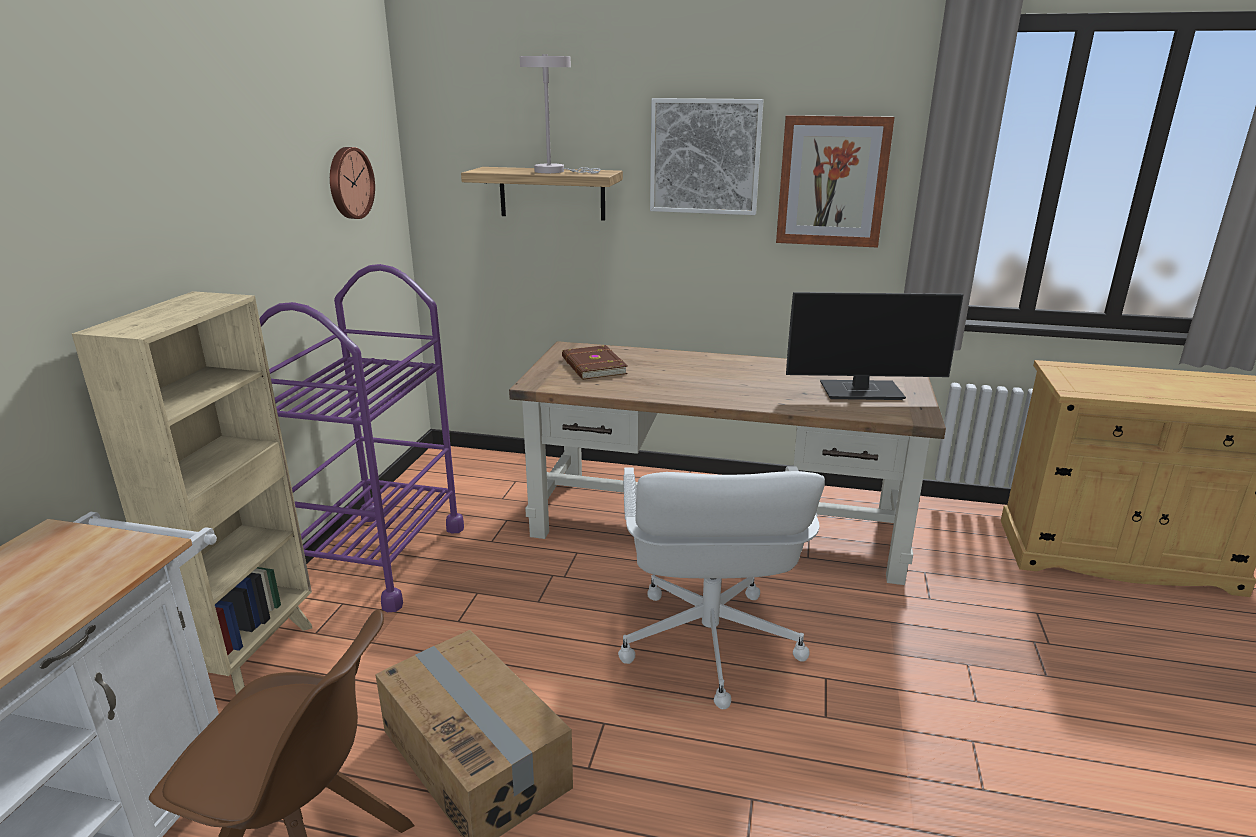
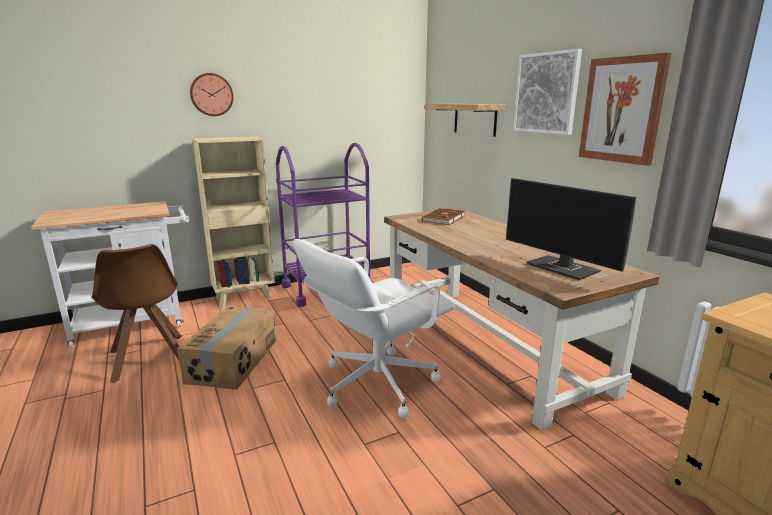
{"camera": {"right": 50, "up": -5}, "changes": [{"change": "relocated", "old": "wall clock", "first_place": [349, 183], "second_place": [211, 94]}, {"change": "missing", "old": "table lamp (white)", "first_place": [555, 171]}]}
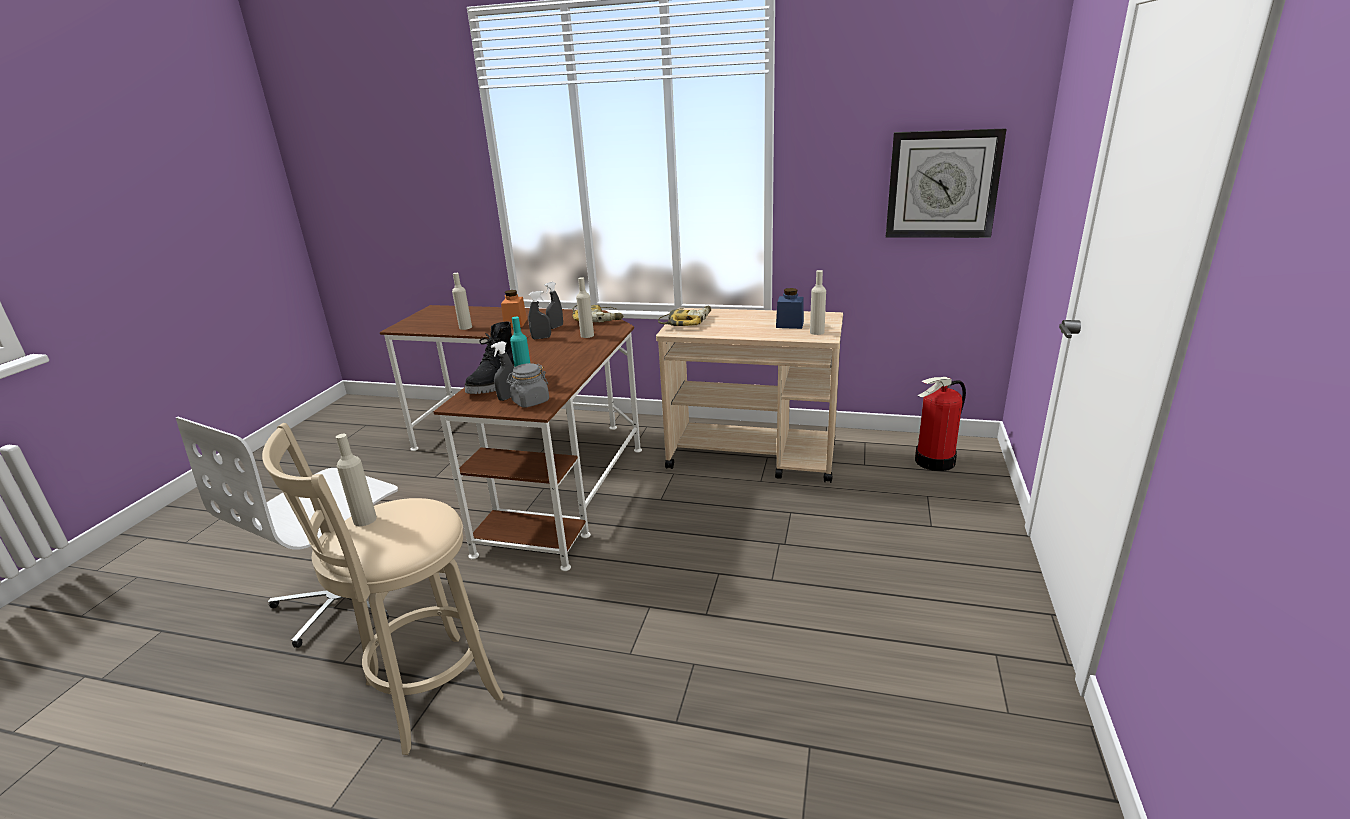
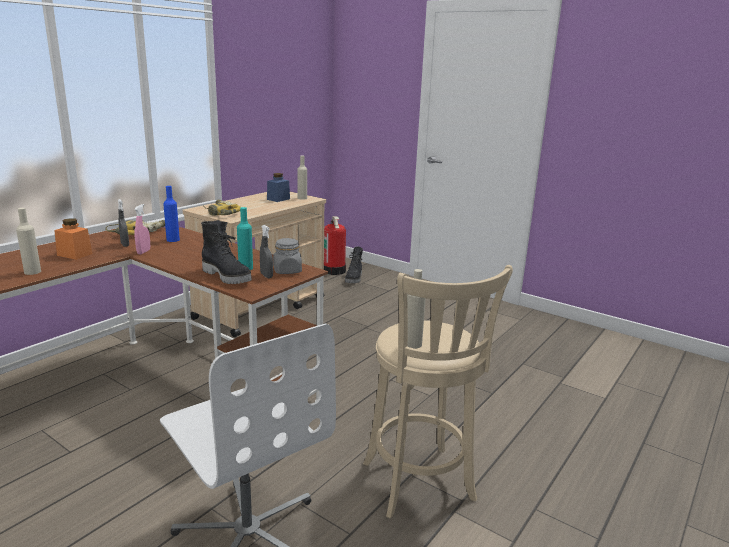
{"camera": {"right": -70, "up": -5}, "changes": [{"change": "colour", "old": "spray bottle (grey)", "new": "spray bottle (pink)", "first_place": [541, 338], "second_place": [143, 252]}, {"change": "colour", "old": "bottle (beige)", "new": "bottle (blue)", "first_place": [587, 335], "second_place": [173, 240]}, {"change": "missing", "old": "wall clock", "first_place": [942, 184]}, {"change": "appeared", "new": "boot (black)", "second_place": [354, 279]}]}
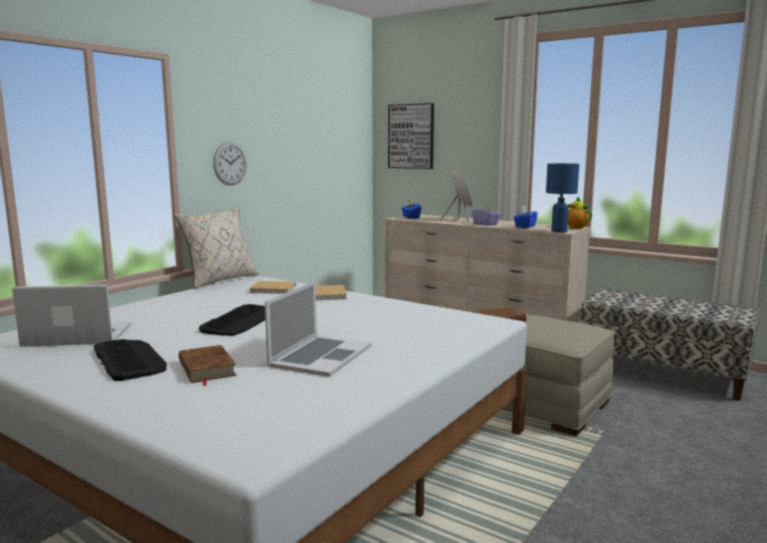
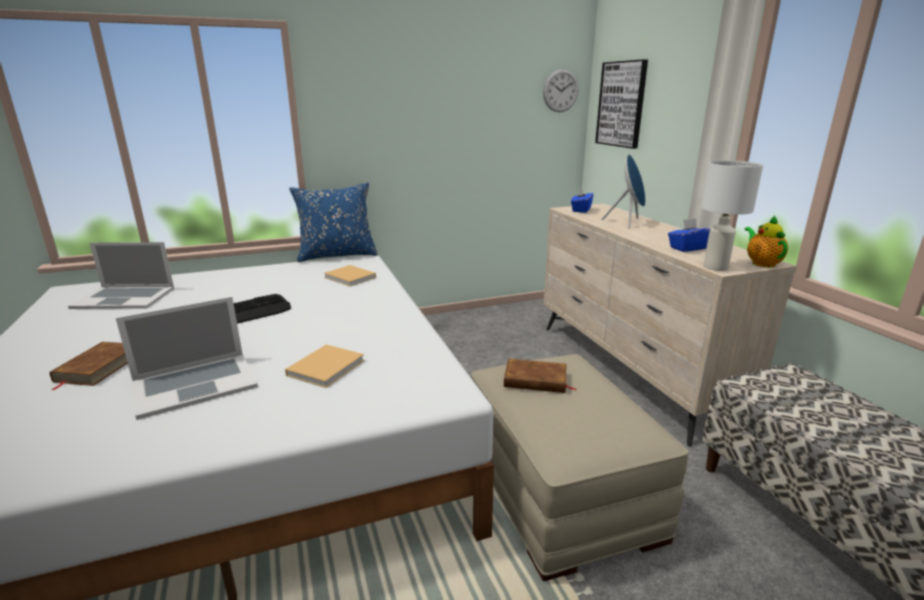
{"camera": {"right": 35, "up": 10}, "changes": [{"change": "spun", "old": "laptop", "first_place": [78, 336], "second_place": [124, 298], "degrees": 150}, {"change": "missing", "old": "keyboard", "first_place": [129, 360]}, {"change": "colour", "old": "pillow (beige)", "new": "pillow (blue)", "first_place": [220, 280], "second_place": [337, 255]}, {"change": "relocated", "old": "wall clock", "first_place": [230, 163], "second_place": [560, 91]}, {"change": "relocated", "old": "book (beige)", "first_place": [328, 294], "second_place": [327, 367]}, {"change": "missing", "old": "tissue box (purple)", "first_place": [485, 224]}, {"change": "colour", "old": "table lamp (blue)", "new": "table lamp (white)", "first_place": [559, 231], "second_place": [716, 267]}]}
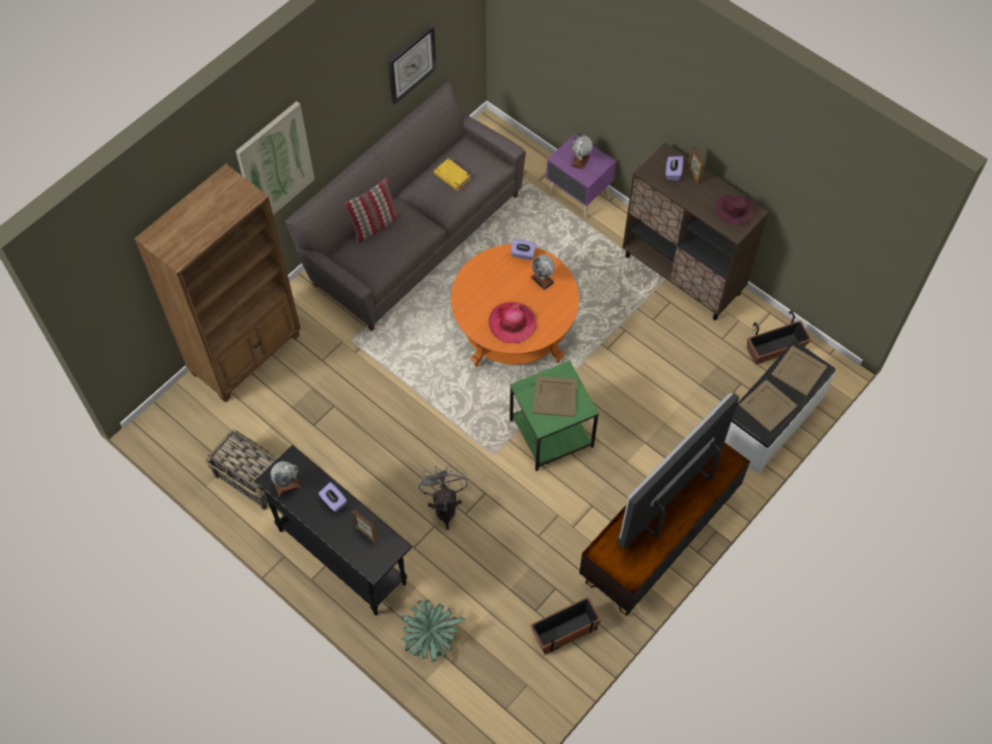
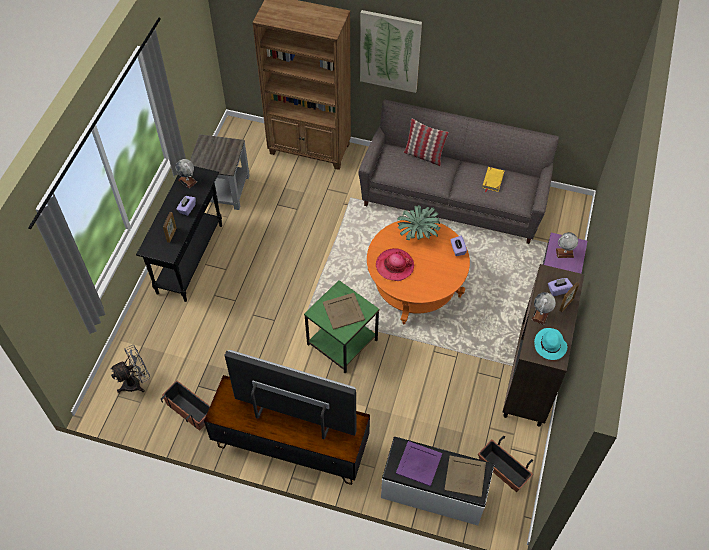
{"camera": {"right": 65, "up": -5}, "changes": [{"change": "exchanged", "old": "basket", "new": "side table (grey)", "first_place": [252, 479], "second_place": [223, 190]}, {"change": "missing", "old": "wall clock", "first_place": [411, 64]}, {"change": "relocated", "old": "potted plant", "first_place": [431, 637], "second_place": [418, 233]}, {"change": "relocated", "old": "fan (grey)", "first_place": [445, 506], "second_place": [136, 382]}, {"change": "relocated", "old": "globe", "first_place": [542, 279], "second_place": [540, 315]}, {"change": "colour", "old": "hat (purple)", "new": "hat (turquoise)", "first_place": [734, 211], "second_place": [550, 345]}, {"change": "colour", "old": "tray (beige)", "new": "tray (purple)", "first_place": [768, 405], "second_place": [419, 463]}]}
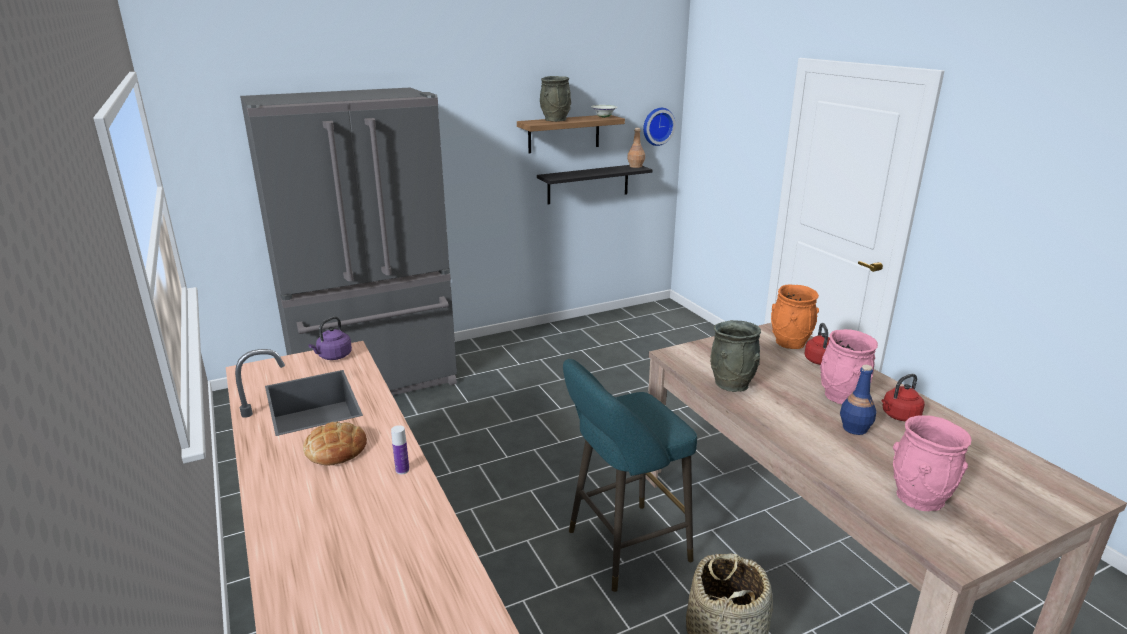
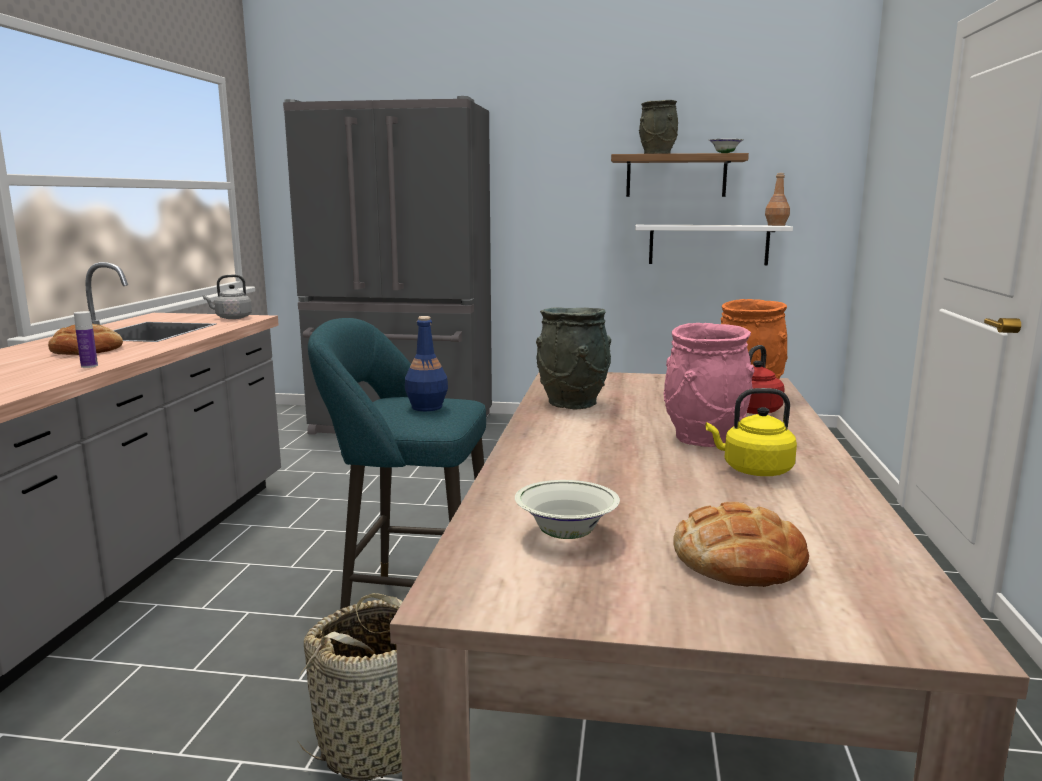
{"camera": {"right": 35, "up": -10}, "changes": [{"change": "colour", "old": "kettle (purple)", "new": "kettle (grey)", "first_place": [333, 356], "second_place": [231, 318]}, {"change": "colour", "old": "shelf (black)", "new": "shelf (white)", "first_place": [588, 184], "second_place": [708, 244]}, {"change": "missing", "old": "wall clock", "first_place": [657, 126]}, {"change": "relocated", "old": "bottle (blue)", "first_place": [854, 429], "second_place": [426, 407]}, {"change": "colour", "old": "kettle (red)", "new": "kettle (yellow)", "first_place": [899, 416], "second_place": [753, 470]}, {"change": "exchanged", "old": "vase (pink)", "new": "bowl (white)", "first_place": [918, 498], "second_place": [566, 535]}, {"change": "appeared", "new": "bread", "second_place": [738, 559]}]}
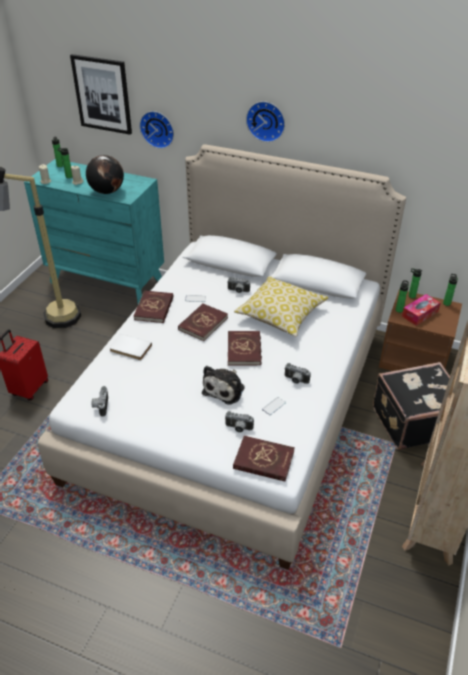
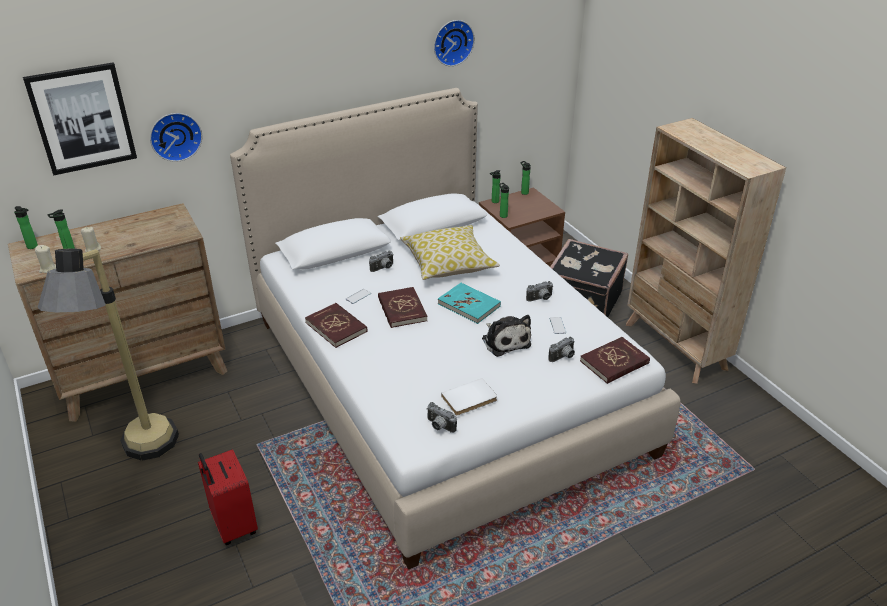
{"camera": {"right": -50, "up": -5}, "changes": [{"change": "colour", "old": "dresser (turquoise)", "new": "dresser (brown)", "first_place": [107, 281], "second_place": [144, 375]}, {"change": "missing", "old": "globe", "first_place": [107, 191]}, {"change": "relocated", "old": "book (white)", "first_place": [130, 349], "second_place": [470, 399]}, {"change": "colour", "old": "book (red)", "new": "book (turquoise)", "first_place": [244, 350], "second_place": [469, 305]}, {"change": "relocated", "old": "wall clock", "first_place": [266, 120], "second_place": [452, 42]}, {"change": "missing", "old": "tissue box", "first_place": [420, 314]}]}
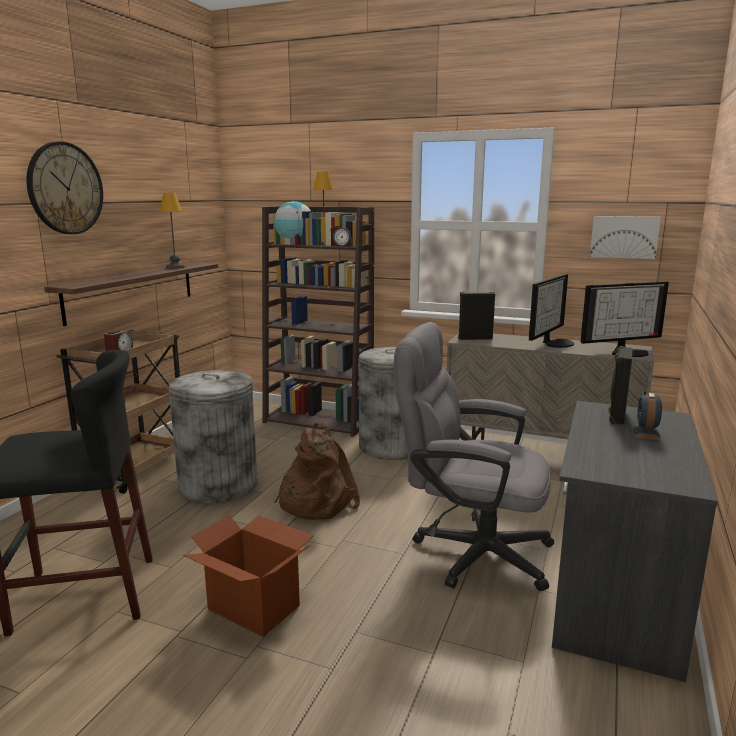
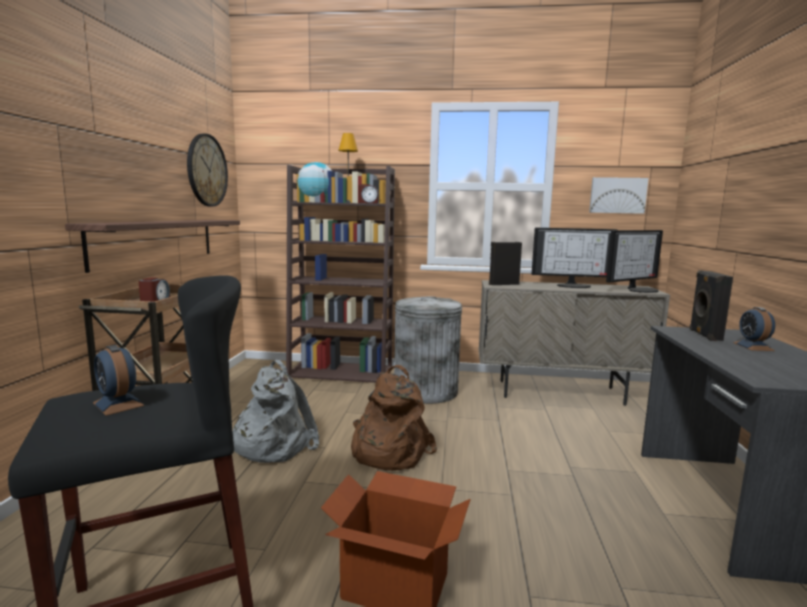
{"camera": {"right": -15, "up": -5}, "changes": [{"change": "relocated", "old": "wall clock", "first_place": [65, 188], "second_place": [207, 170]}, {"change": "missing", "old": "table lamp", "first_place": [175, 267]}, {"change": "exchanged", "old": "trash can (grey)", "new": "backpack (grey)", "first_place": [219, 484], "second_place": [273, 444]}, {"change": "missing", "old": "office chair (grey)", "first_place": [469, 551]}, {"change": "spun", "old": "monitor", "first_place": [555, 343], "second_place": [573, 285], "degrees": 75}, {"change": "appeared", "new": "alarm clock", "second_place": [118, 404]}]}
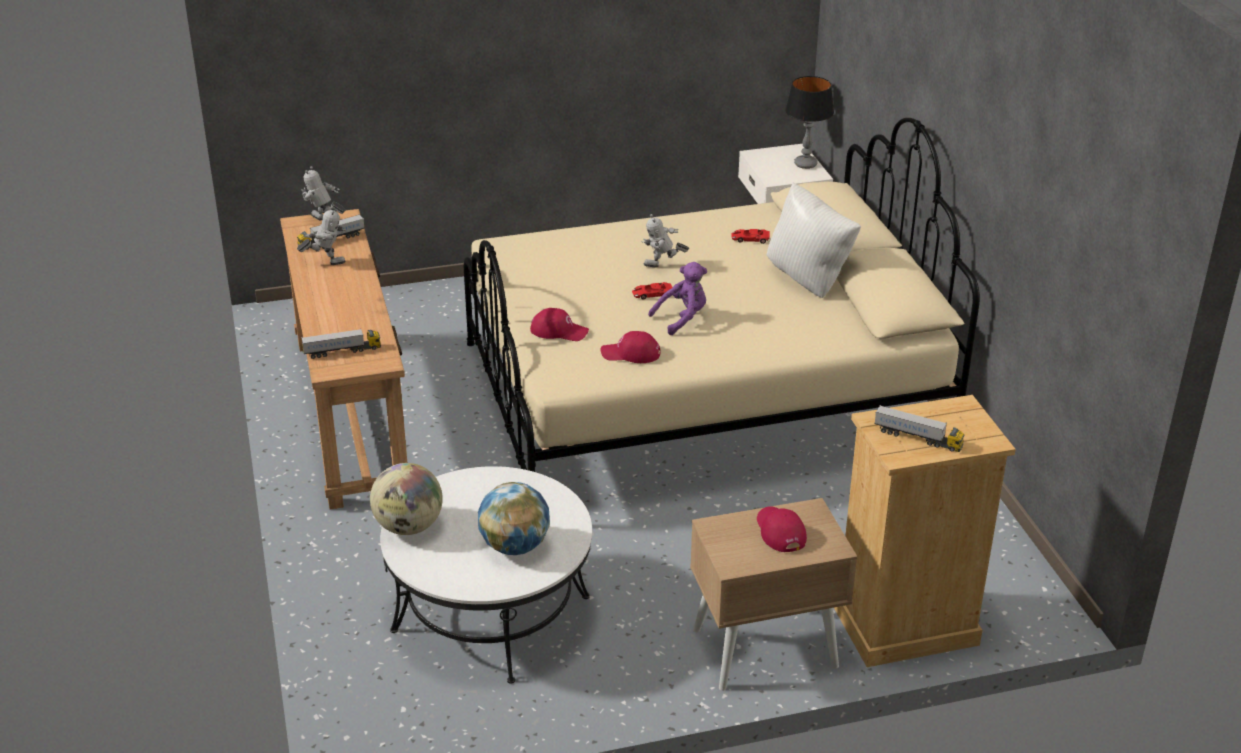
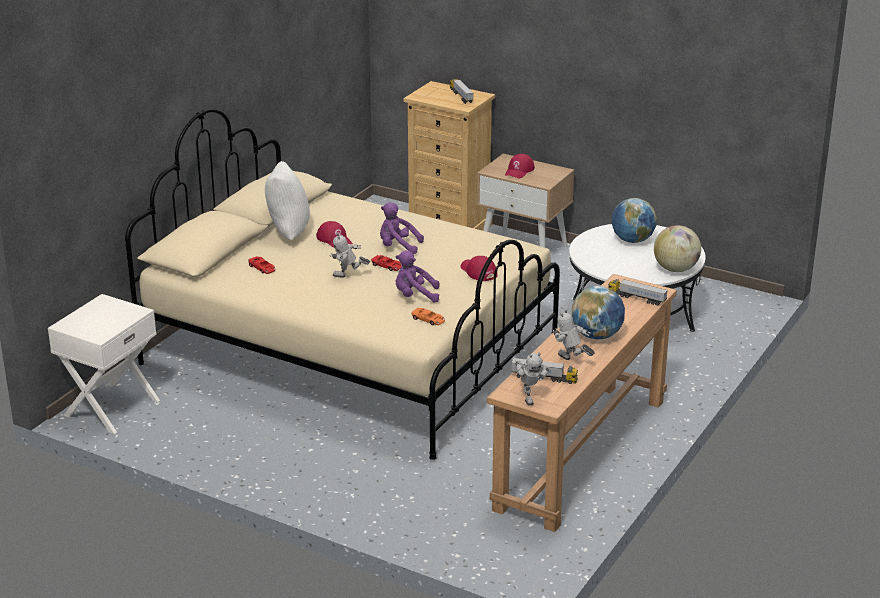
{"camera": {"right": -135, "up": -5}, "changes": [{"change": "relocated", "old": "cap (red)", "first_place": [630, 354], "second_place": [334, 240]}, {"change": "spun", "old": "toy robot", "first_place": [663, 267], "second_place": [348, 277], "degrees": 135}, {"change": "missing", "old": "table lamp", "first_place": [805, 164]}, {"change": "appeared", "new": "plush toy (purple)", "second_place": [415, 296]}, {"change": "appeared", "new": "toy car (orange)", "second_place": [428, 319]}, {"change": "appeared", "new": "globe", "second_place": [597, 336]}]}
